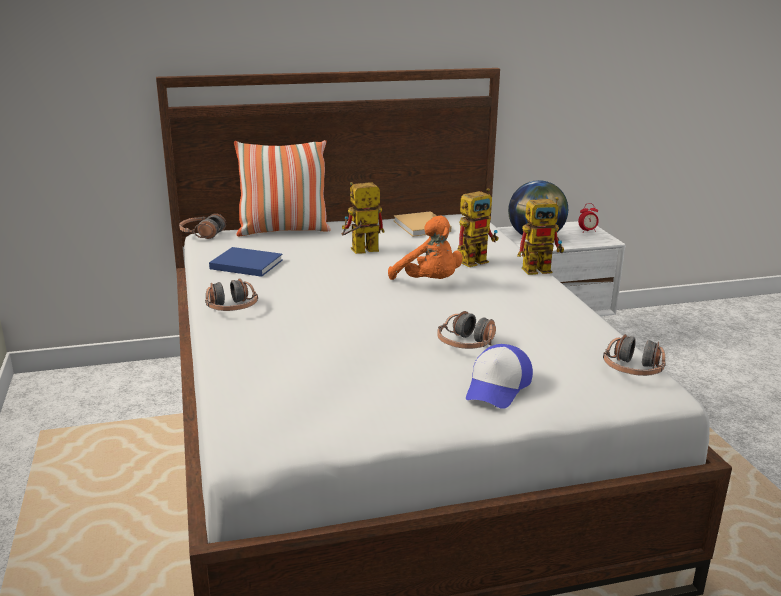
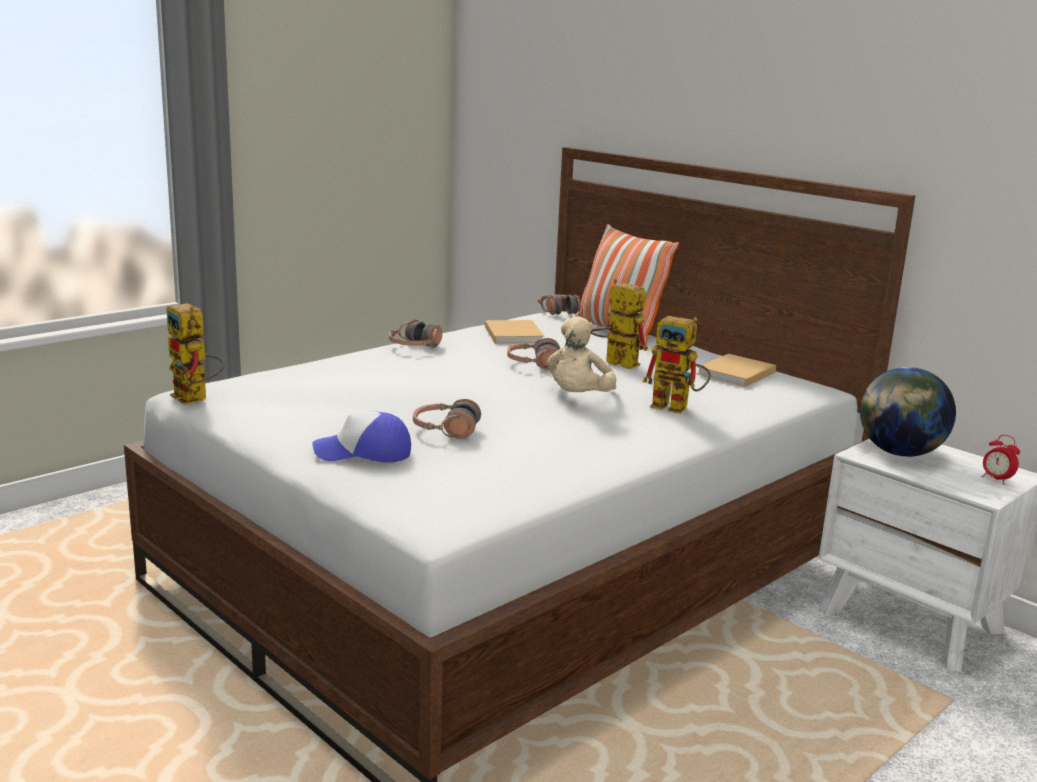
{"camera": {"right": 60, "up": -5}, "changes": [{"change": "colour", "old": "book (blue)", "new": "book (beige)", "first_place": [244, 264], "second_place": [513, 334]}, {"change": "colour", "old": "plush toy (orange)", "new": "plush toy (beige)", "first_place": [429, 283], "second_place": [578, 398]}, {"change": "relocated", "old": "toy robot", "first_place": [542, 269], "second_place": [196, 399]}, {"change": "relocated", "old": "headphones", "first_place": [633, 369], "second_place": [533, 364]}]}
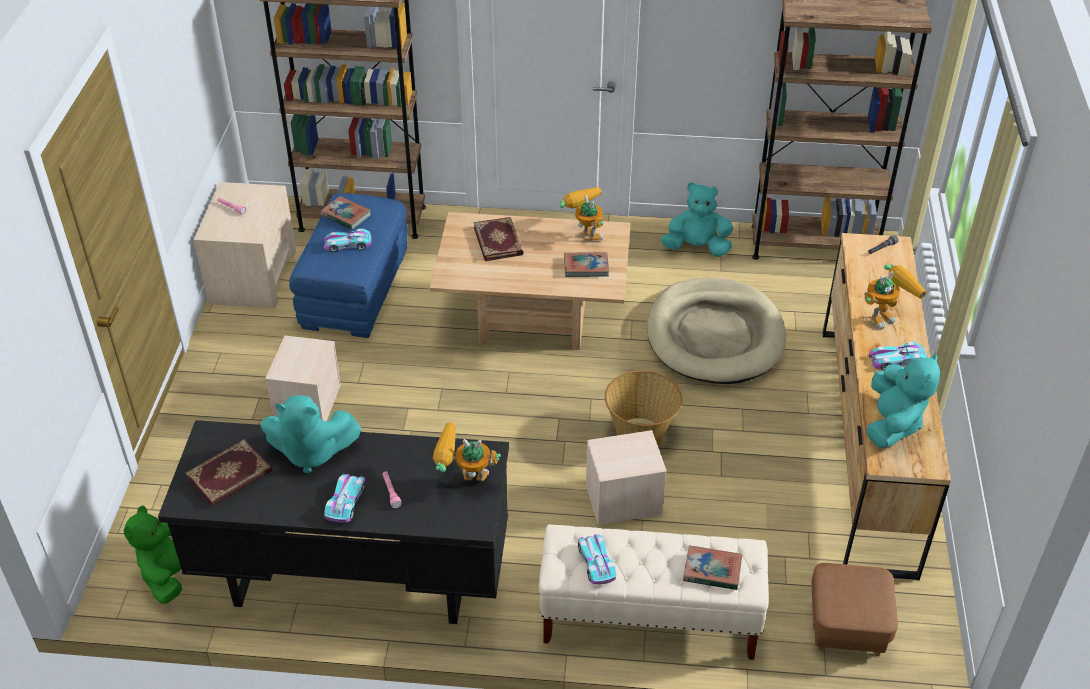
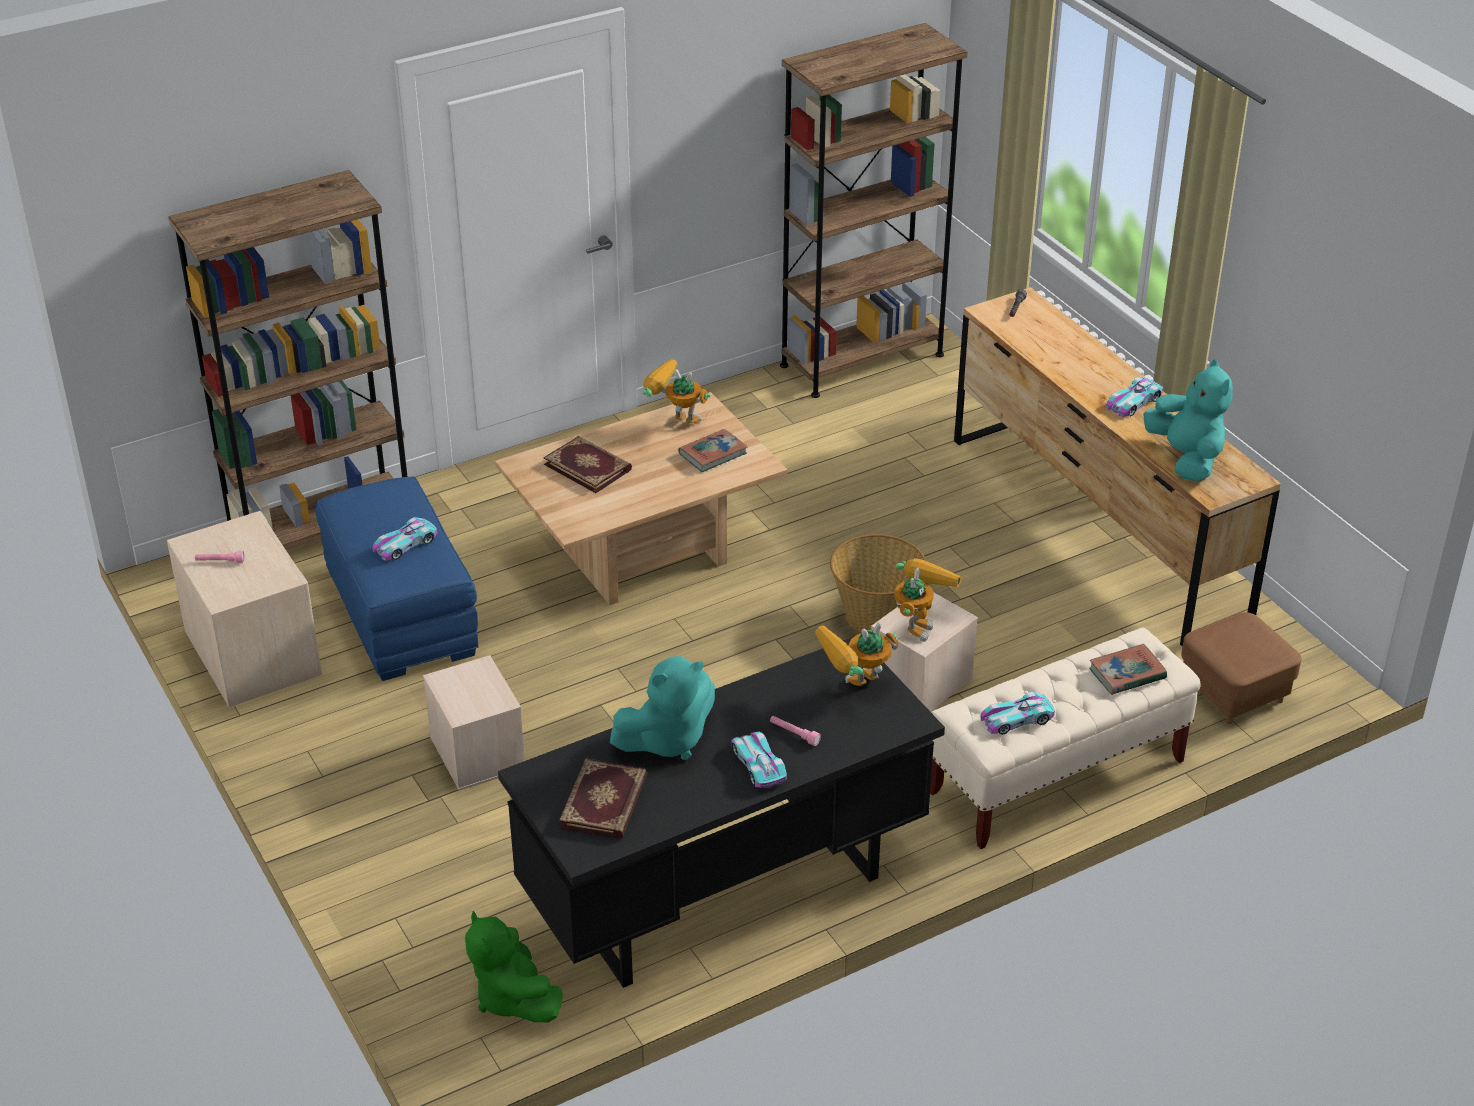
{"camera": {"right": -35, "up": -5}, "changes": [{"change": "missing", "old": "book", "first_place": [346, 216]}, {"change": "spun", "old": "toy car", "first_place": [596, 562], "second_place": [1016, 719], "degrees": -60}, {"change": "missing", "old": "dog bed (beige)", "first_place": [715, 336]}, {"change": "missing", "old": "plush toy (turquoise)", "first_place": [697, 248]}, {"change": "relocated", "old": "toy robot", "first_place": [886, 315], "second_place": [918, 623]}]}
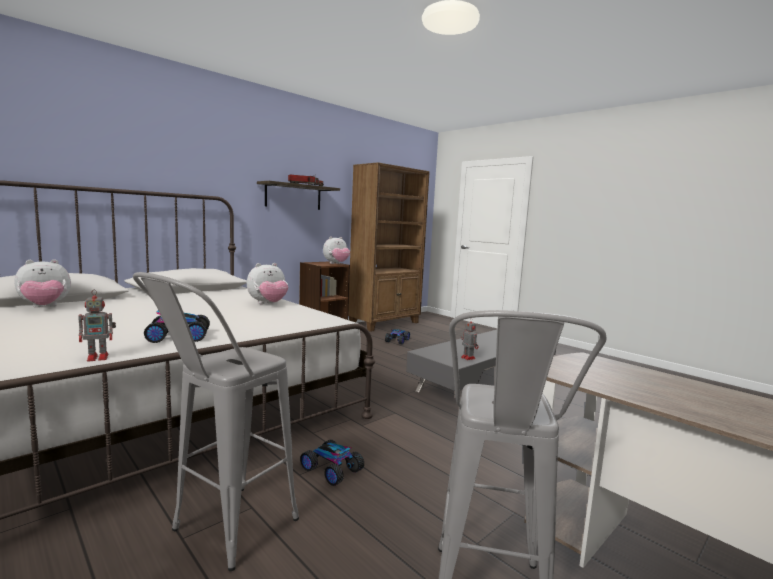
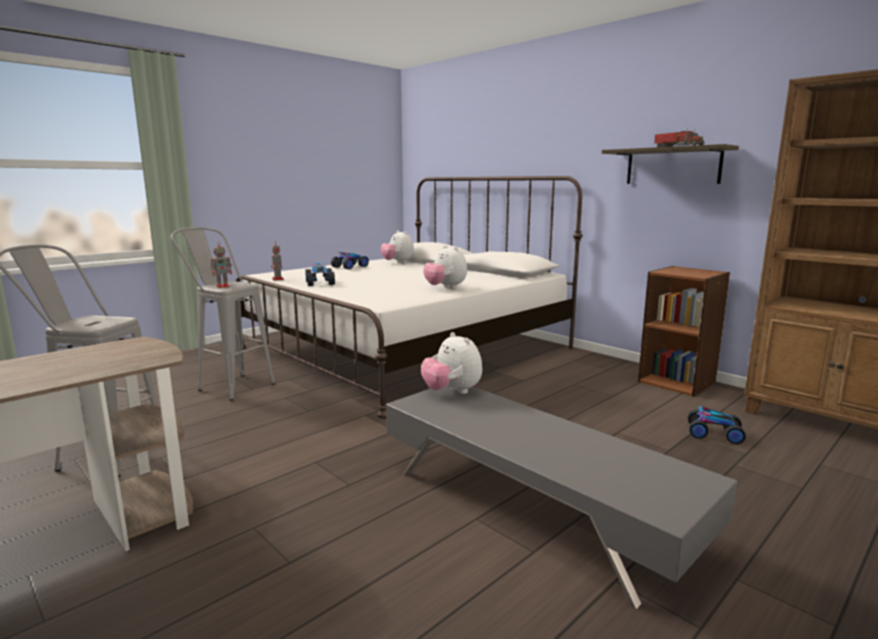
{"camera": {"right": 90, "up": 5}, "changes": [{"change": "relocated", "old": "toy car", "first_place": [332, 469], "second_place": [350, 267]}, {"change": "relocated", "old": "plush toy", "first_place": [336, 264], "second_place": [452, 392]}, {"change": "relocated", "old": "toy robot", "first_place": [467, 358], "second_place": [223, 286]}]}
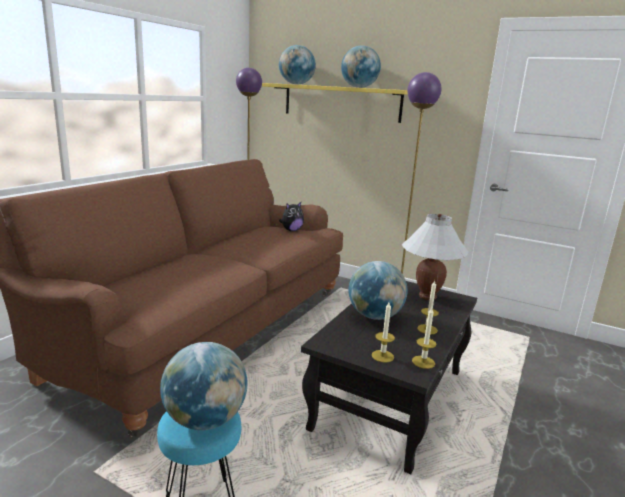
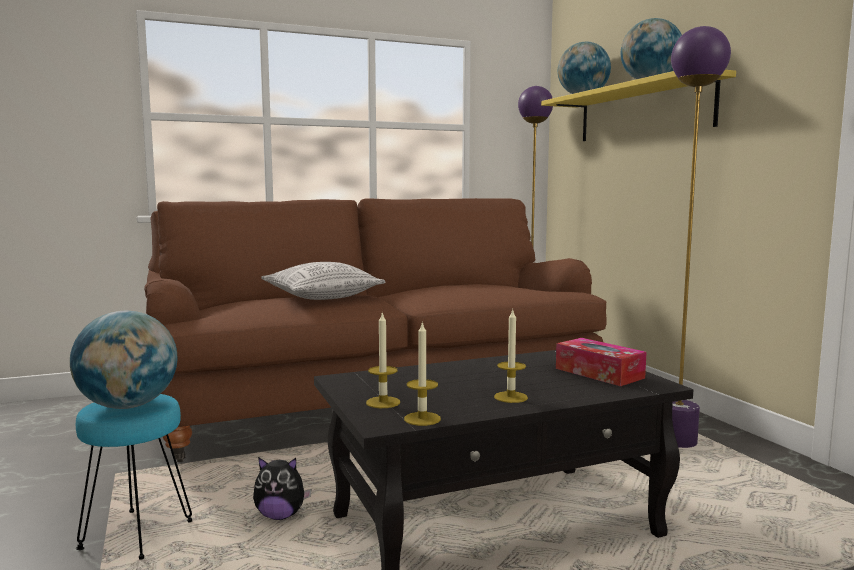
{"camera": {"right": 40, "up": -10}, "changes": [{"change": "relocated", "old": "plush toy", "first_place": [291, 230], "second_place": [280, 516]}, {"change": "missing", "old": "globe", "first_place": [375, 316]}, {"change": "exchanged", "old": "table lamp (white)", "new": "tissue box", "first_place": [427, 296], "second_place": [599, 373]}, {"change": "appeared", "new": "pillow", "second_place": [322, 297]}]}
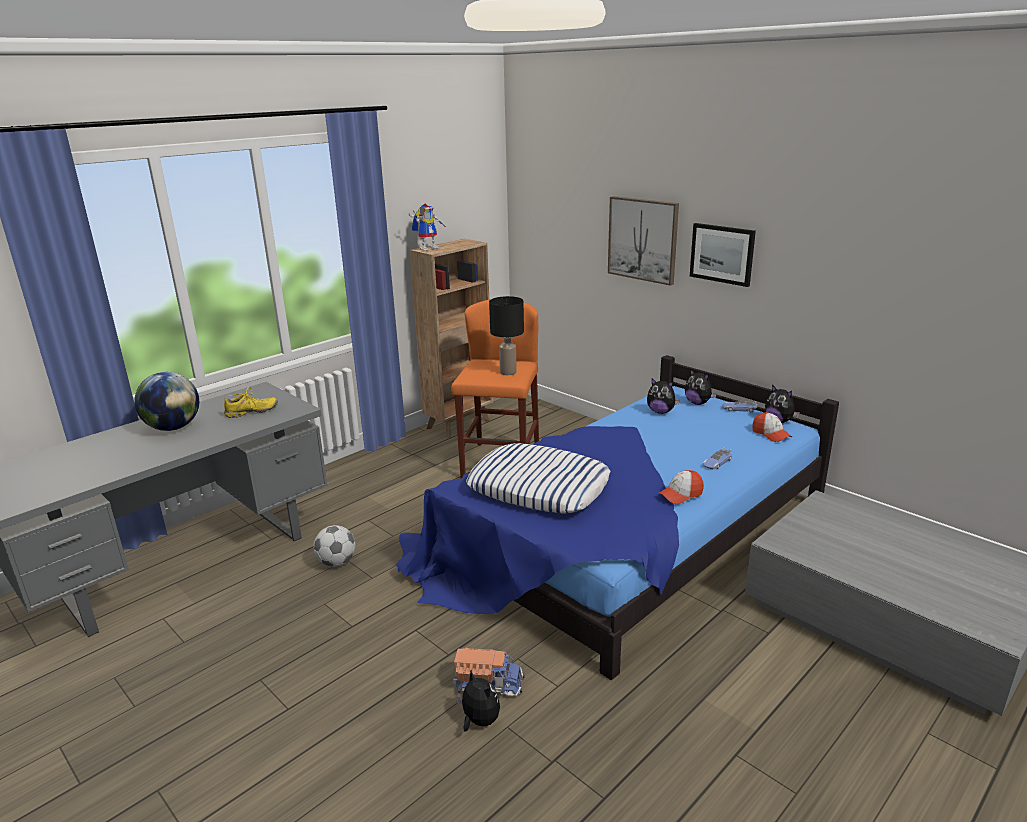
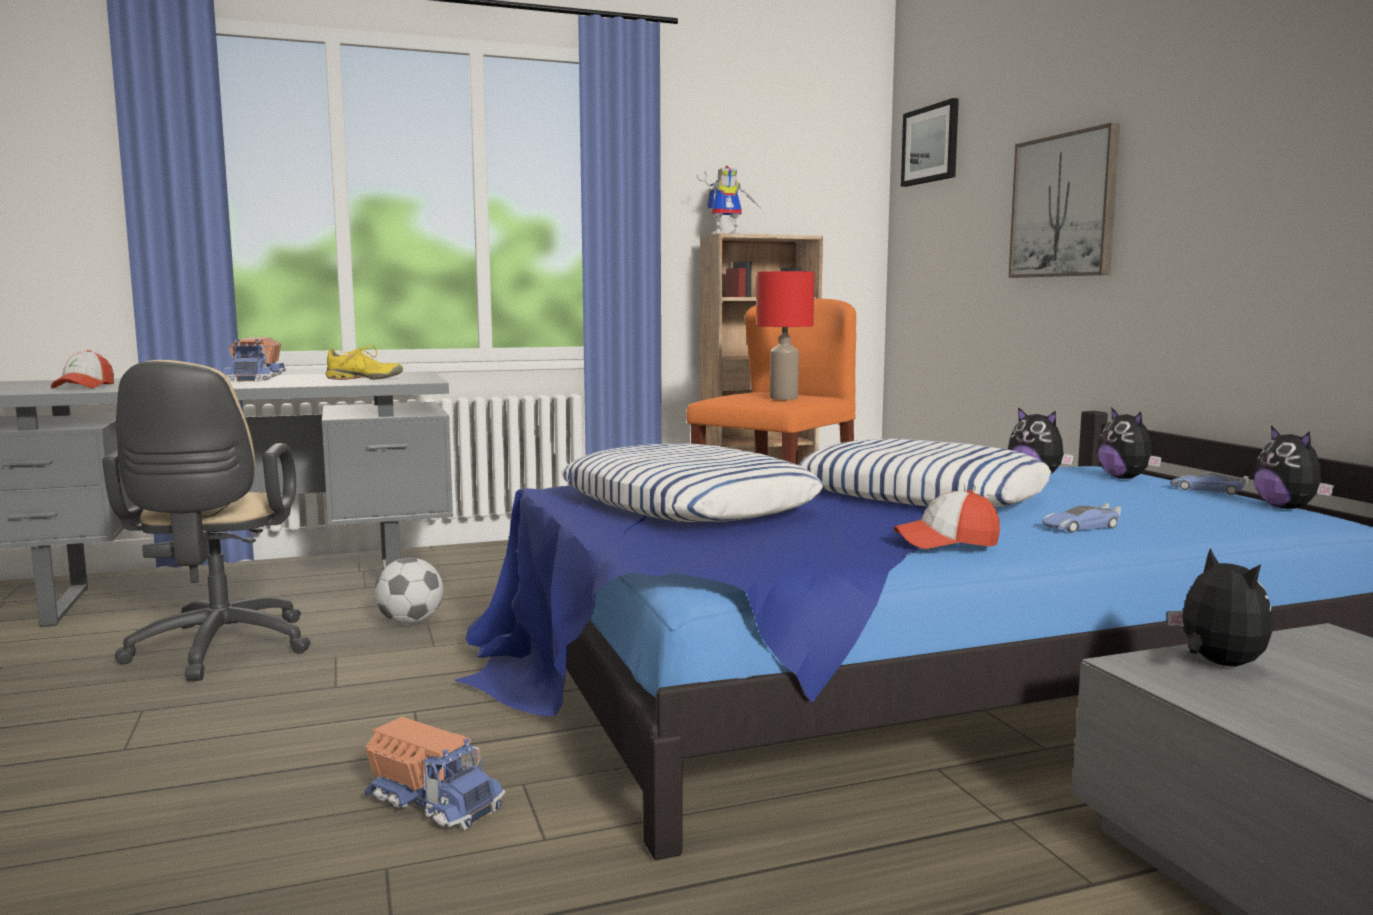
{"camera": {"right": 25, "up": -15}, "changes": [{"change": "exchanged", "old": "globe", "new": "toy truck", "first_place": [173, 427], "second_place": [256, 379]}, {"change": "relocated", "old": "plush toy", "first_place": [479, 721], "second_place": [1217, 664]}, {"change": "colour", "old": "table lamp (black)", "new": "table lamp (red)", "first_place": [508, 372], "second_place": [784, 398]}, {"change": "relocated", "old": "picture", "first_place": [722, 254], "second_place": [931, 144]}, {"change": "relocated", "old": "cap", "first_place": [771, 434], "second_place": [84, 387]}, {"change": "appeared", "new": "office chair (beige)", "second_place": [218, 651]}, {"change": "appeared", "new": "pillow", "second_place": [920, 493]}]}
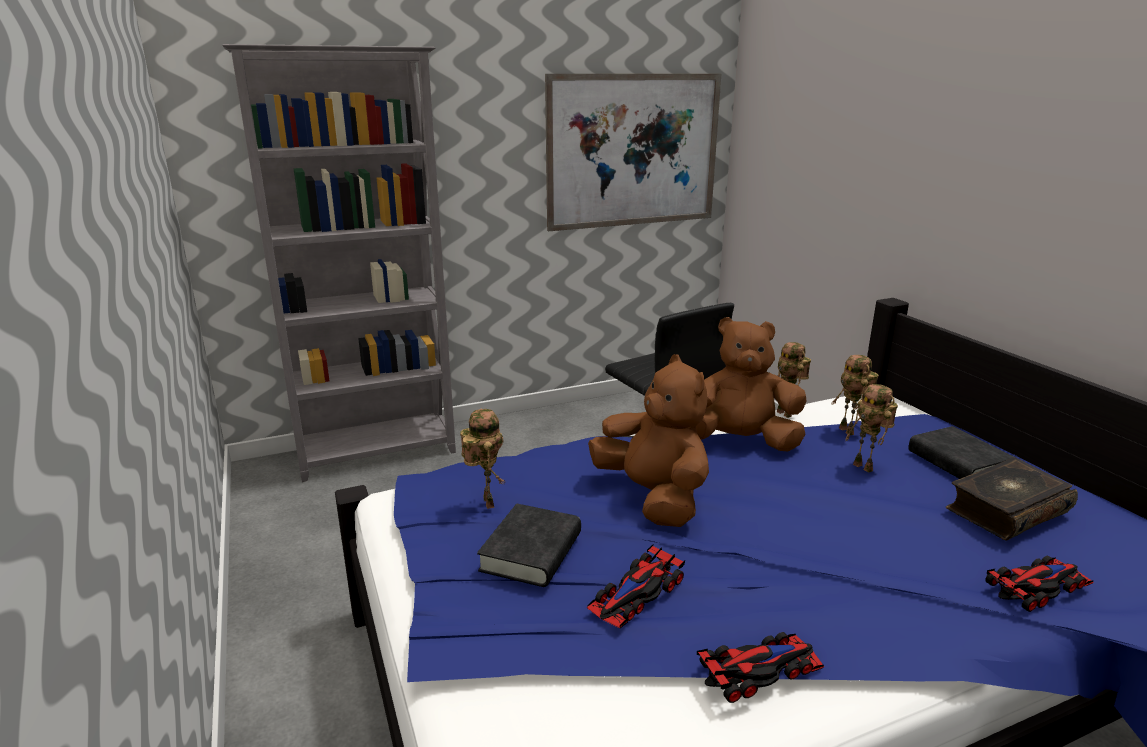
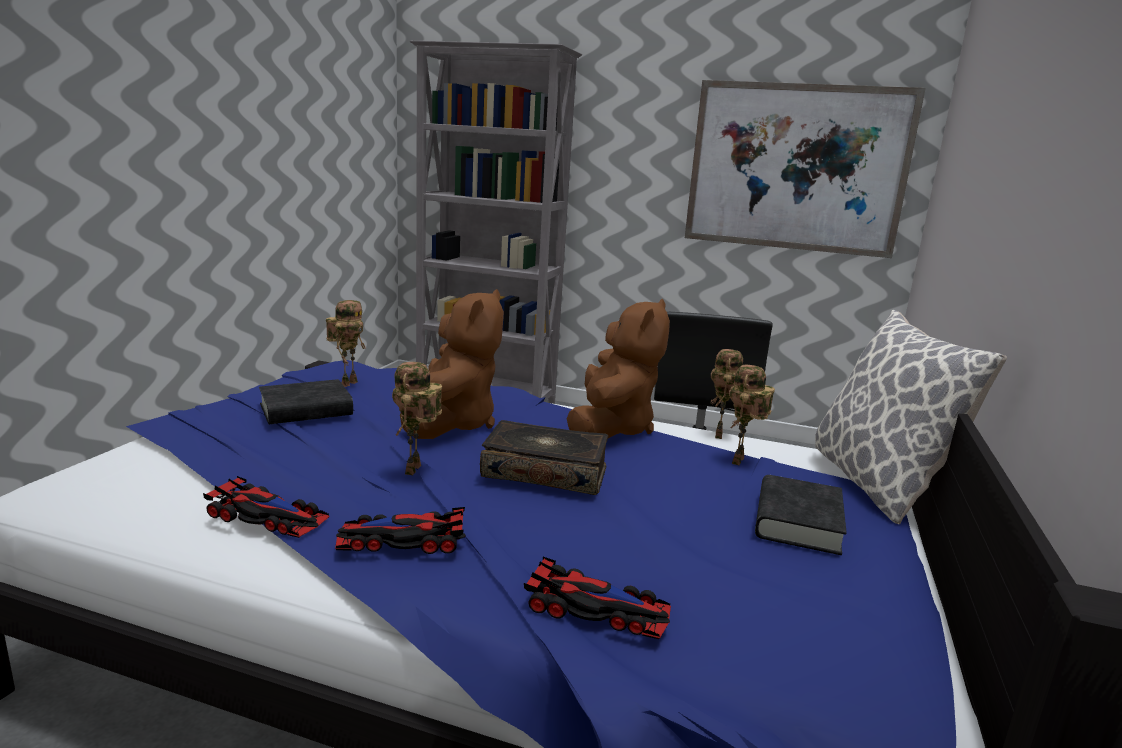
{"camera": {"right": 40, "up": -5}, "changes": [{"change": "relocated", "old": "toy car", "first_place": [636, 593], "second_place": [401, 539]}, {"change": "spun", "old": "plush toy (brown)", "first_place": [739, 442], "second_place": [611, 428], "degrees": 60}, {"change": "relocated", "old": "toy robot", "first_place": [865, 467], "second_place": [415, 471]}, {"change": "relocated", "old": "book", "first_place": [1005, 510], "second_place": [545, 471]}, {"change": "appeared", "new": "pillow", "second_place": [876, 484]}]}
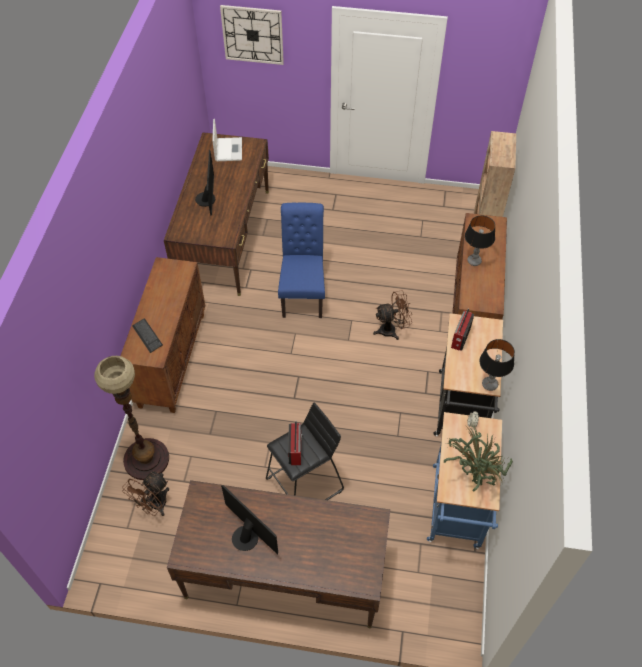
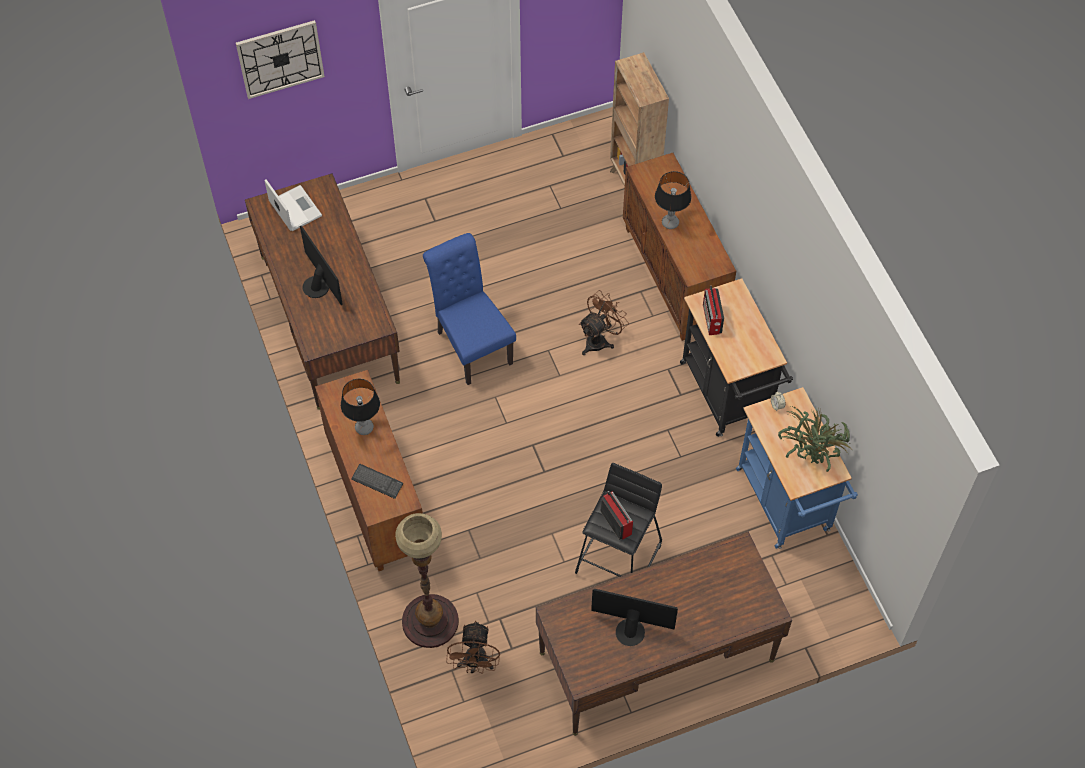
{"camera": {"right": -30, "up": 5}, "changes": [{"change": "relocated", "old": "table lamp", "first_place": [489, 385], "second_place": [364, 428]}]}
